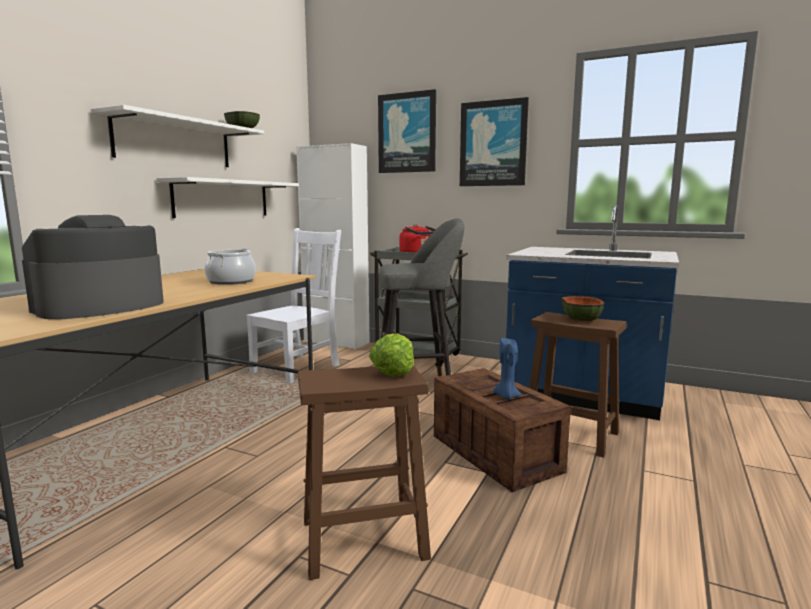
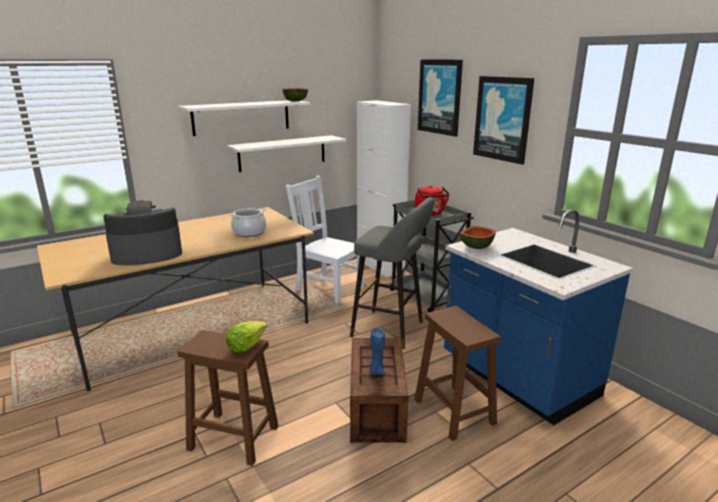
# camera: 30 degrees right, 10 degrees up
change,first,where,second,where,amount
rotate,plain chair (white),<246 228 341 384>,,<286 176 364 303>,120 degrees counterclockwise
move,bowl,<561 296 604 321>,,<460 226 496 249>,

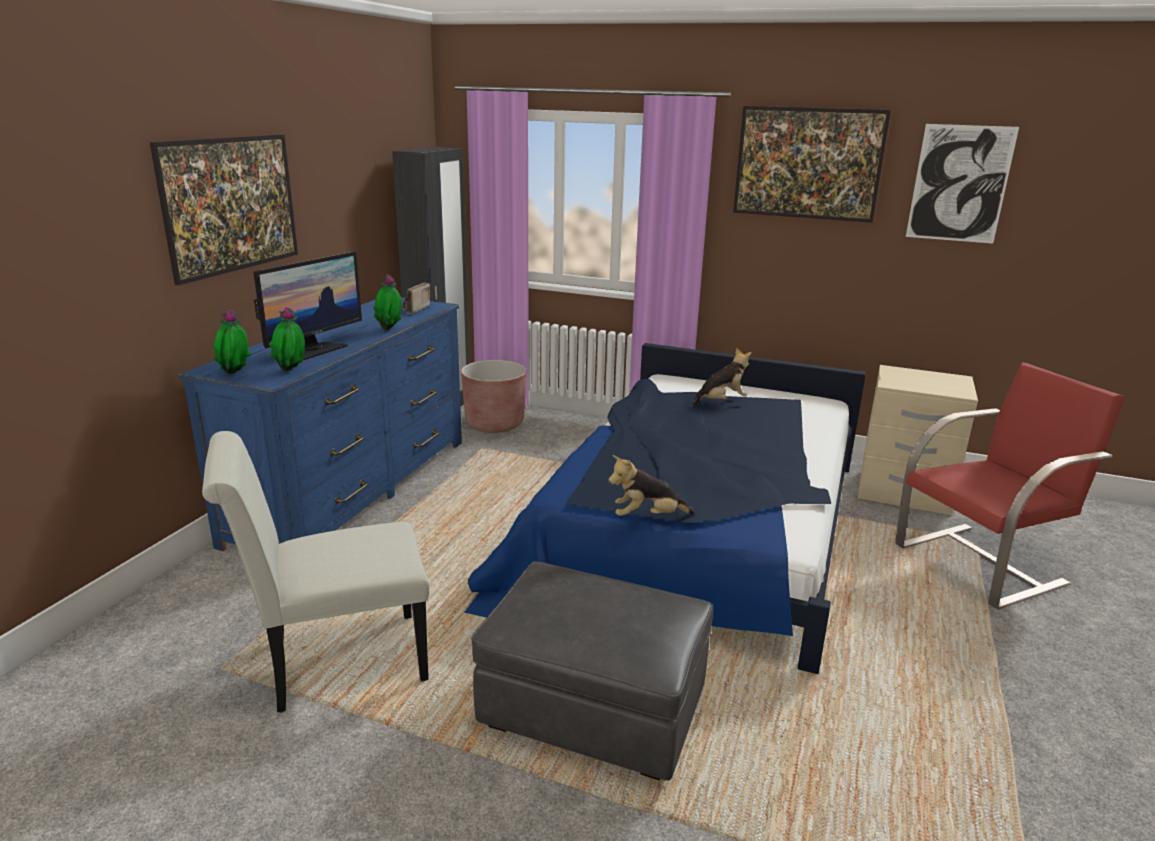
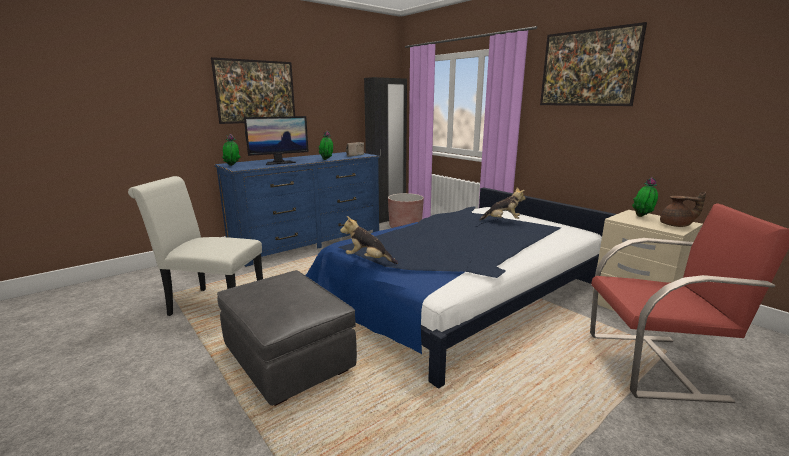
# camera: 30 degrees right, 5 degrees down
change,first,where,second,where,amount
move,potted plant,<269 307 305 372>,,<632 177 658 217>,
insert,,,tea pot (brown),<660 192 706 227>,
delete,wall picture,<906 124 1019 244>,,,

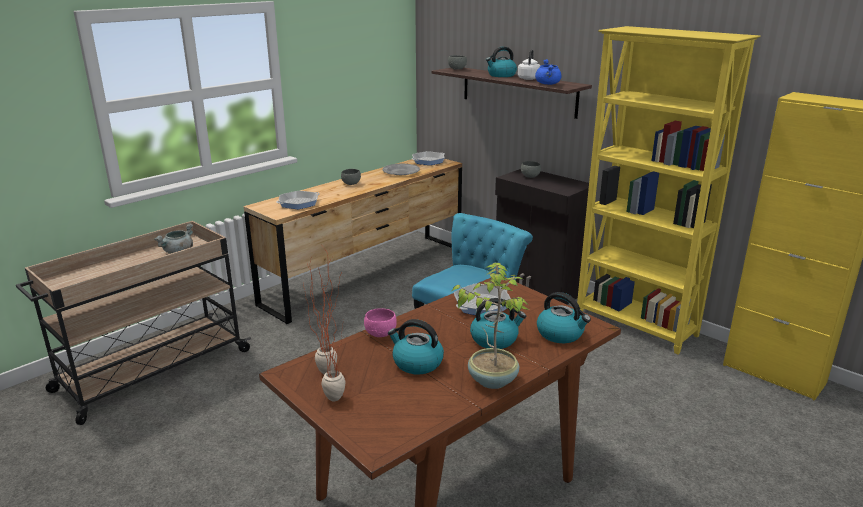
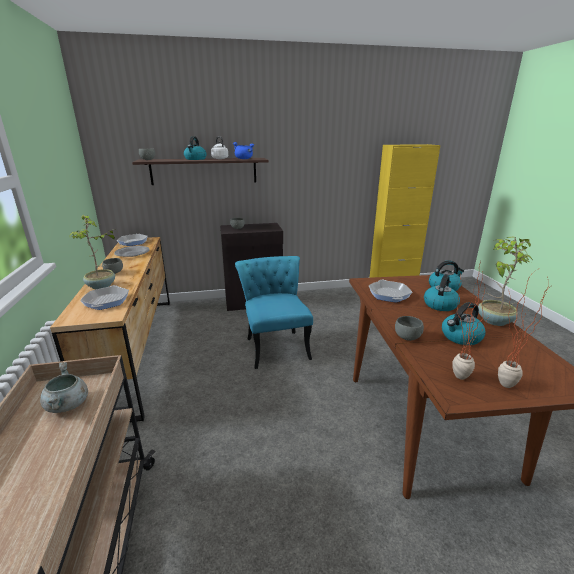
# camera: 55 degrees left, 0 degrees up
change,first,where,second,where,amount
insert,,,potted plant,<69 215 117 289>,
recolor,bowl (pink-coloured),<364 308 397 337>,bowl (grey),<395 316 424 341>,
delete,bookshelf (yellowish),<577 26 761 354>,,,

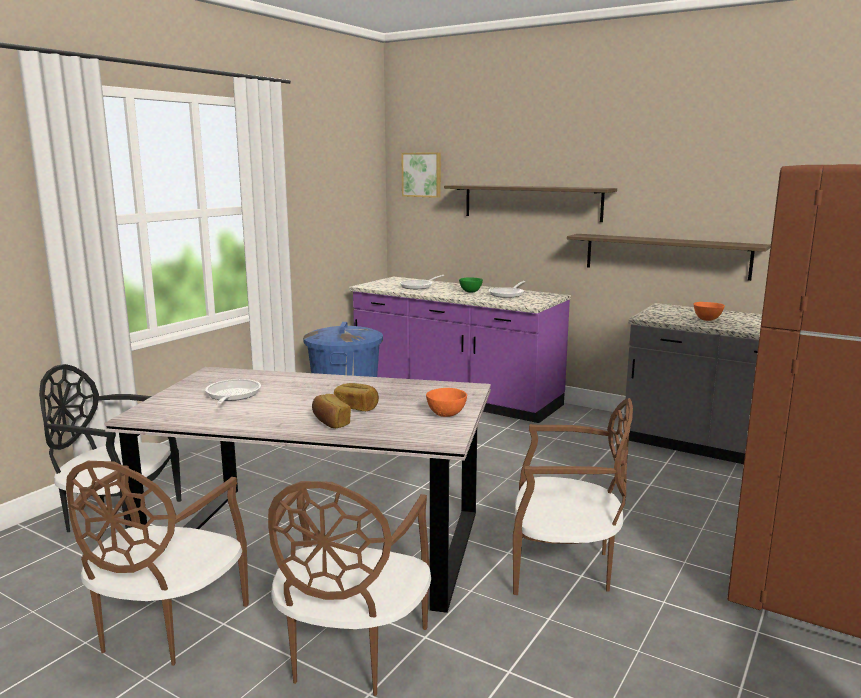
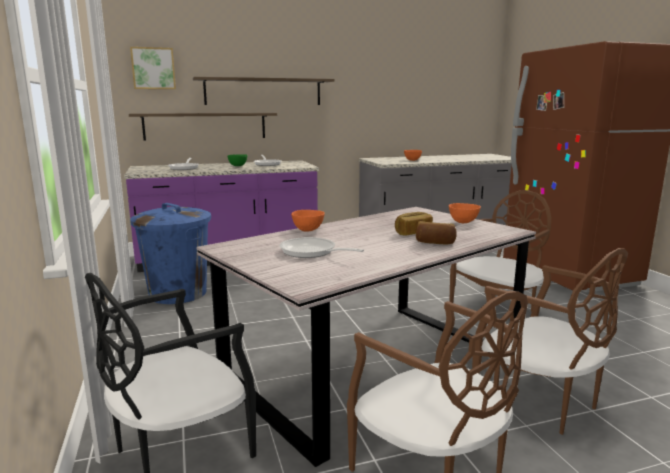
# camera: 50 degrees left, 0 degrees up
change,first,where,second,where,amount
move,wall shelf,<567 234 771 281>,,<129 113 277 140>,
insert,,,bowl (orangey),<291 210 325 232>,

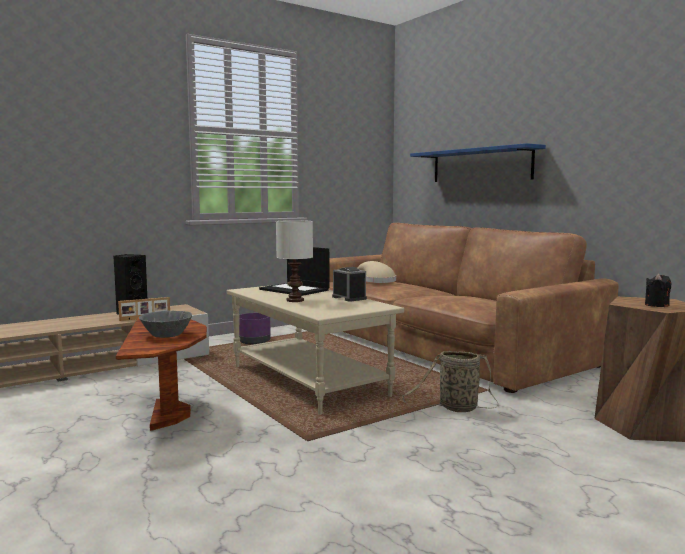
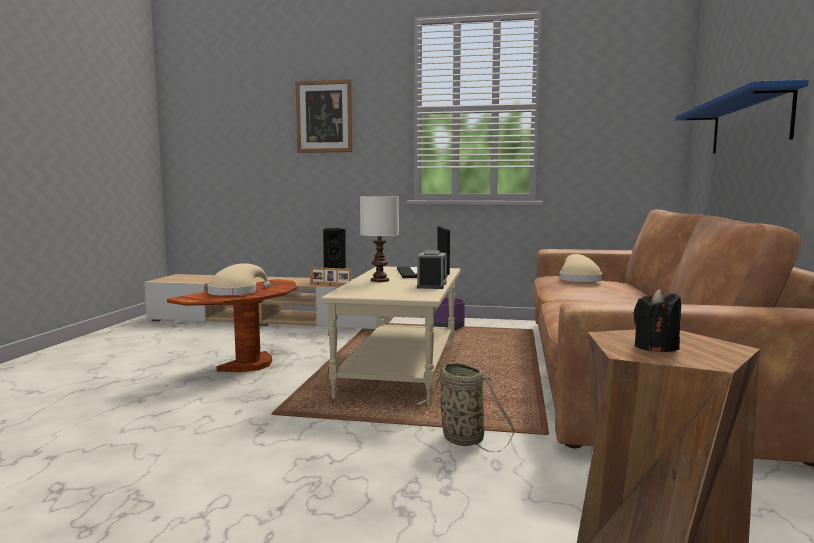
# camera: 45 degrees right, 0 degrees up
change,first,where,second,where,amount
replace,bowl (grey),<139 310 192 338>,clothing hat (beige),<208 263 271 296>,
insert,,,wall picture,<295 79 352 153>,

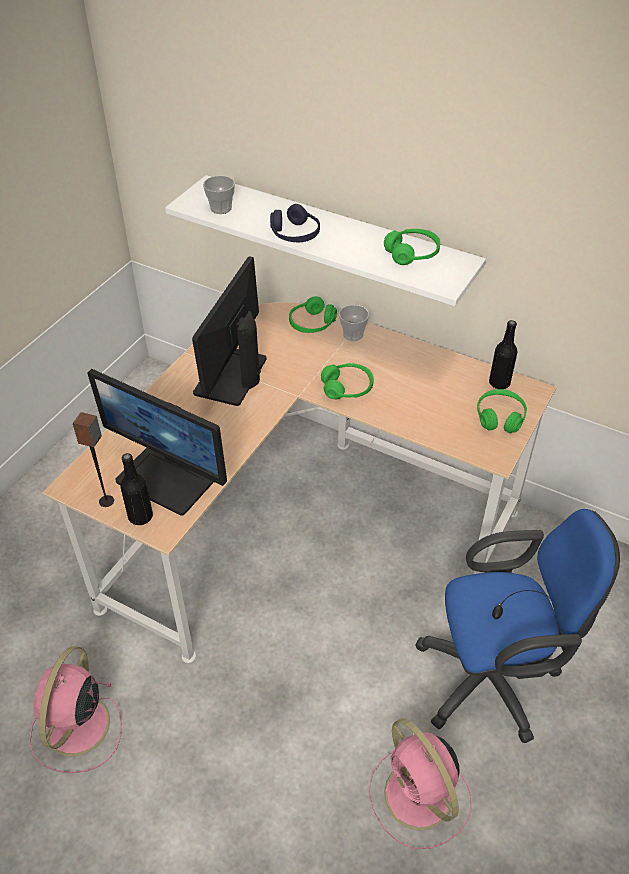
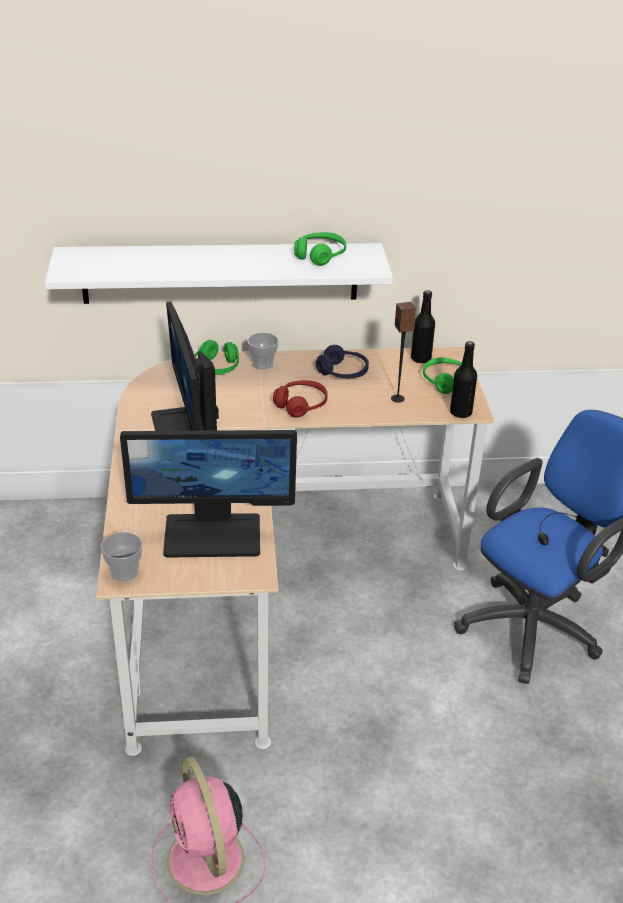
# camera: 35 degrees left, 10 degrees down
change,first,where,second,where,amount
move,drinking cup,<203 176 235 214>,,<101 532 143 582>,
recolor,headset (green),<321 363 373 399>,headset (red),<273 380 328 418>,
move,headset (purple-coloured),<270 204 320 242>,,<316 345 369 378>,
move,speaker,<73 412 114 507>,,<391 302 416 403>,
move,beverage bottle (black-coloured),<120 453 153 525>,,<450 341 477 418>,
delete,fan (pink-coloured),<369 718 472 849>,,,

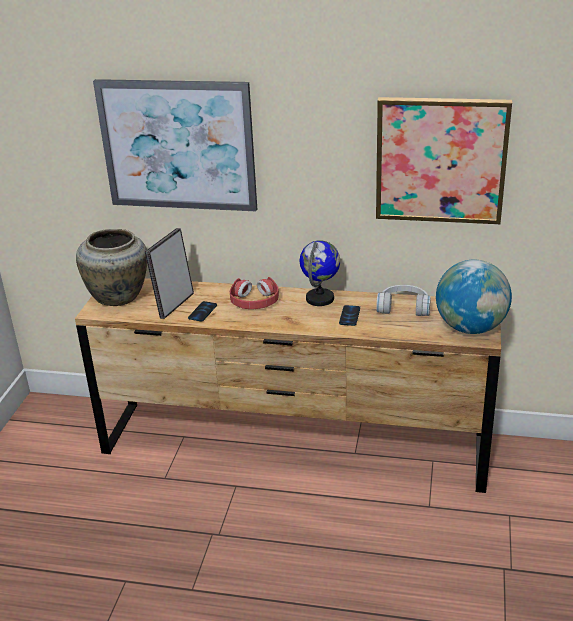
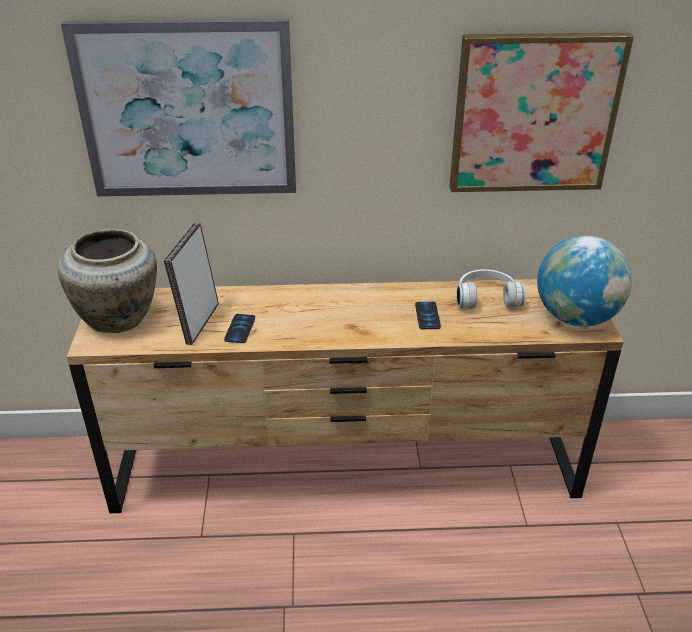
# camera: 15 degrees left, 5 degrees up
change,first,where,second,where,amount
delete,headset (red),<230 277 279 309>,,,
delete,globe,<300 240 340 306>,,,

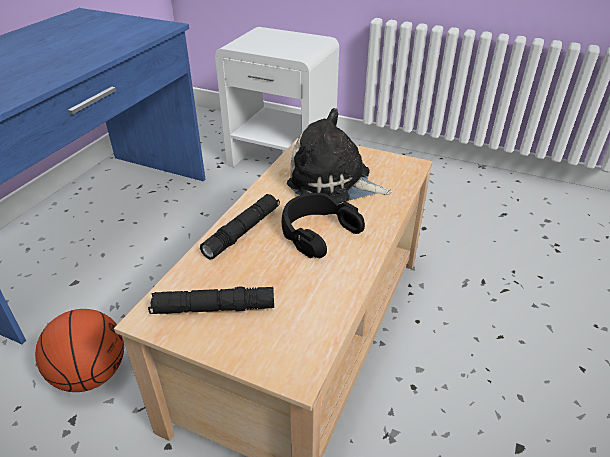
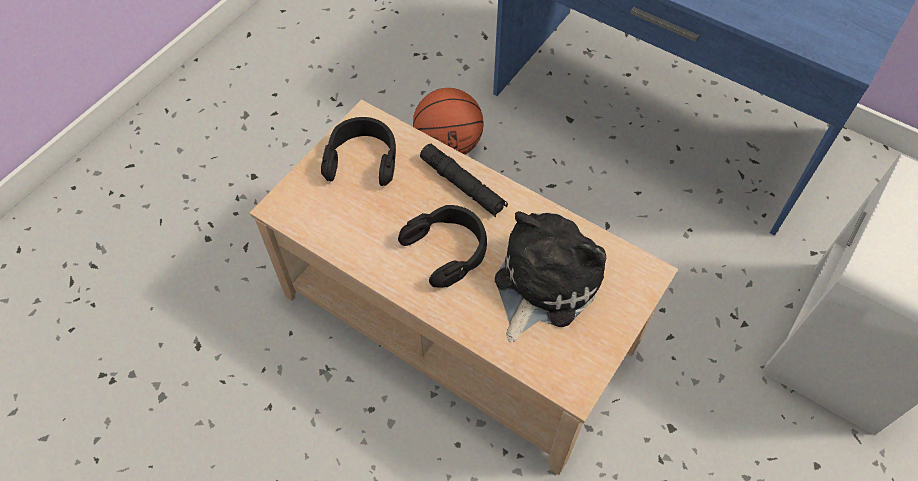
# camera: 100 degrees right, 20 degrees up
change,first,where,second,where,amount
replace,hand torch (black-coloured),<148 286 274 314>,headset (black-coloured),<321 117 396 186>,

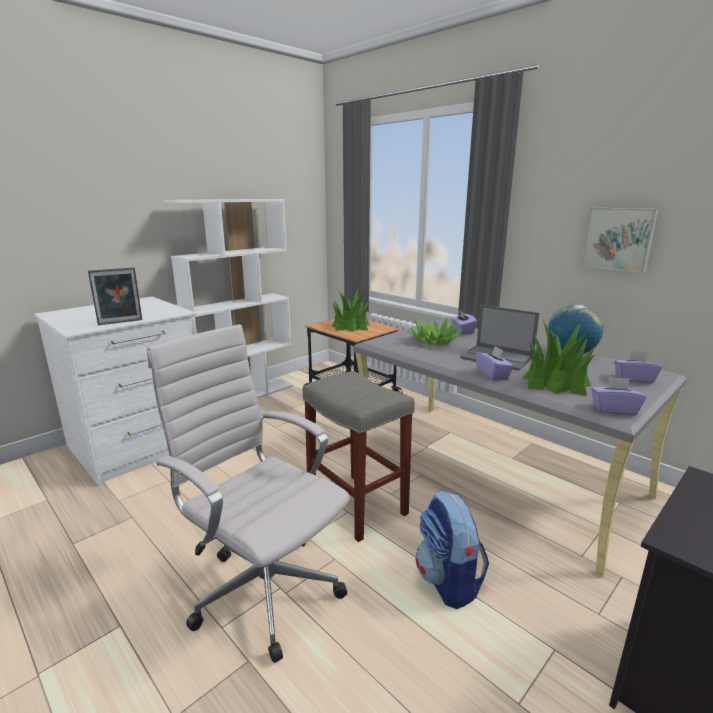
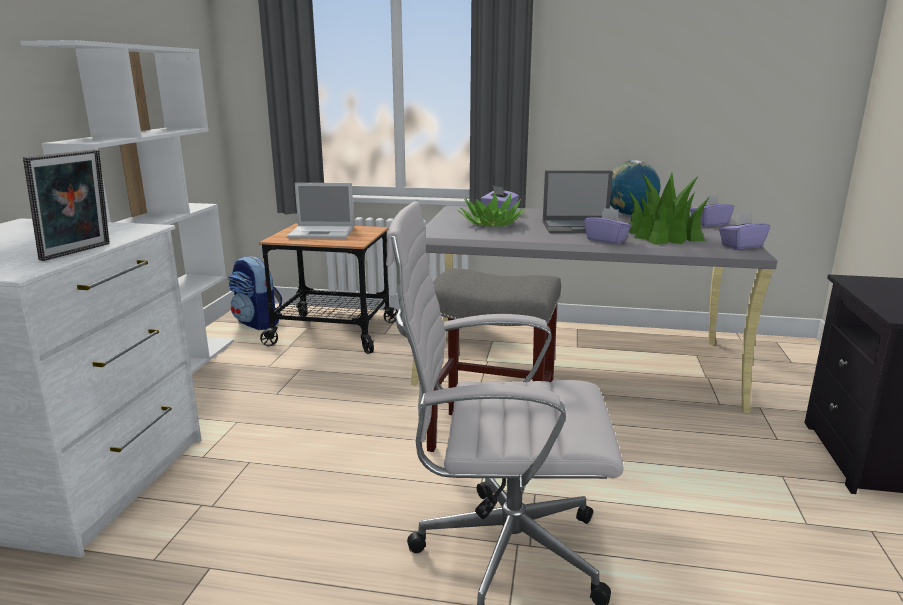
# camera: 35 degrees left, 0 degrees up
change,first,where,second,where,amount
move,knapsack,<416 490 489 609>,,<228 256 282 330>,
replace,potted plant,<332 289 370 332>,notebook computer,<287 183 354 239>,
delete,wall picture,<581 208 659 273>,,,

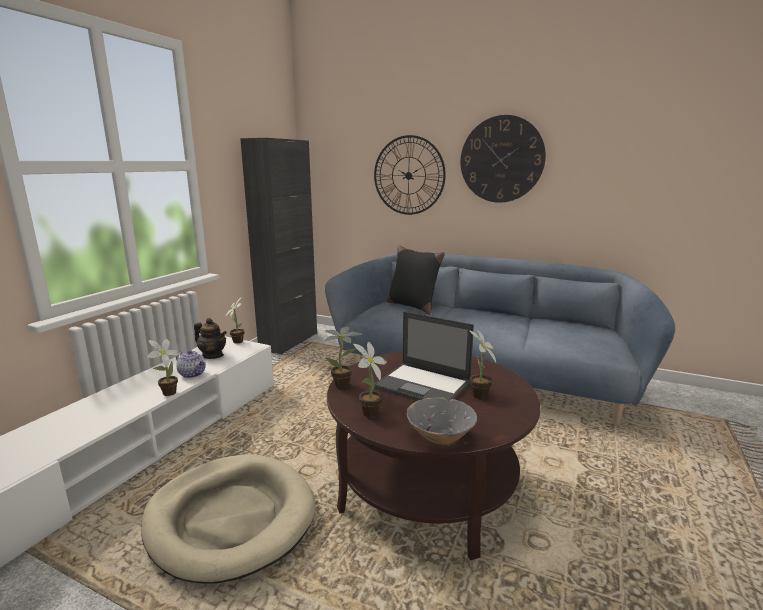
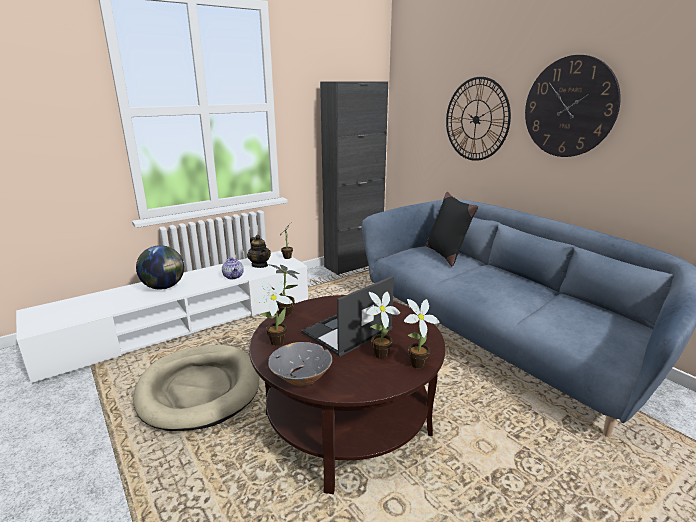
# camera: 30 degrees right, 5 degrees up
change,first,where,second,where,amount
insert,,,globe,<136 245 184 290>,
rotate,notebook computer,<374 311 474 401>,,<301 276 394 357>,75 degrees clockwise
move,potted plant,<147 339 180 396>,,<404 299 439 369>,

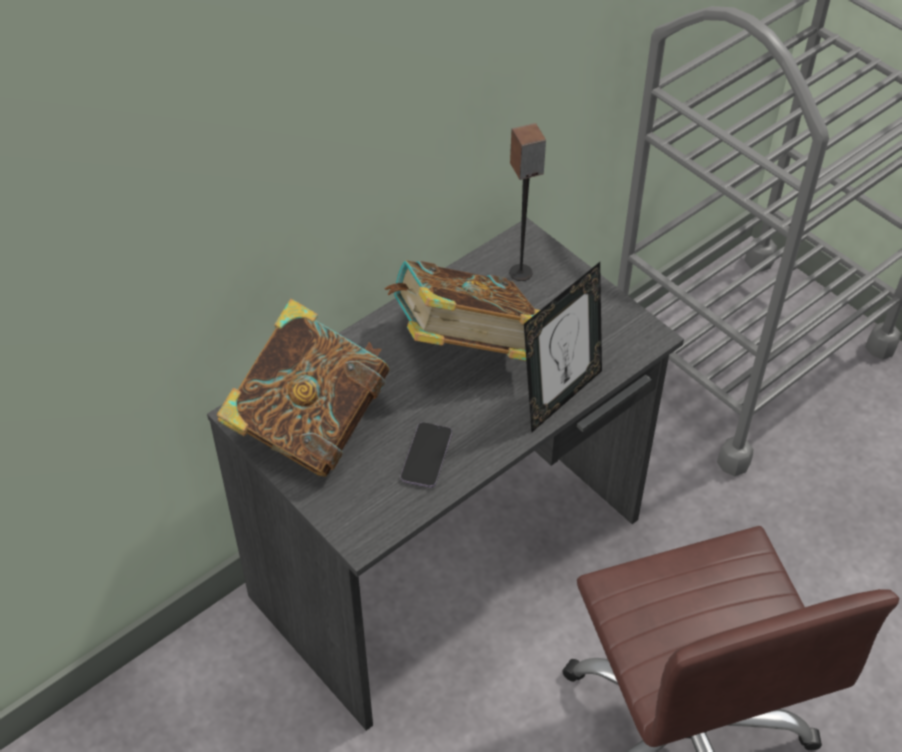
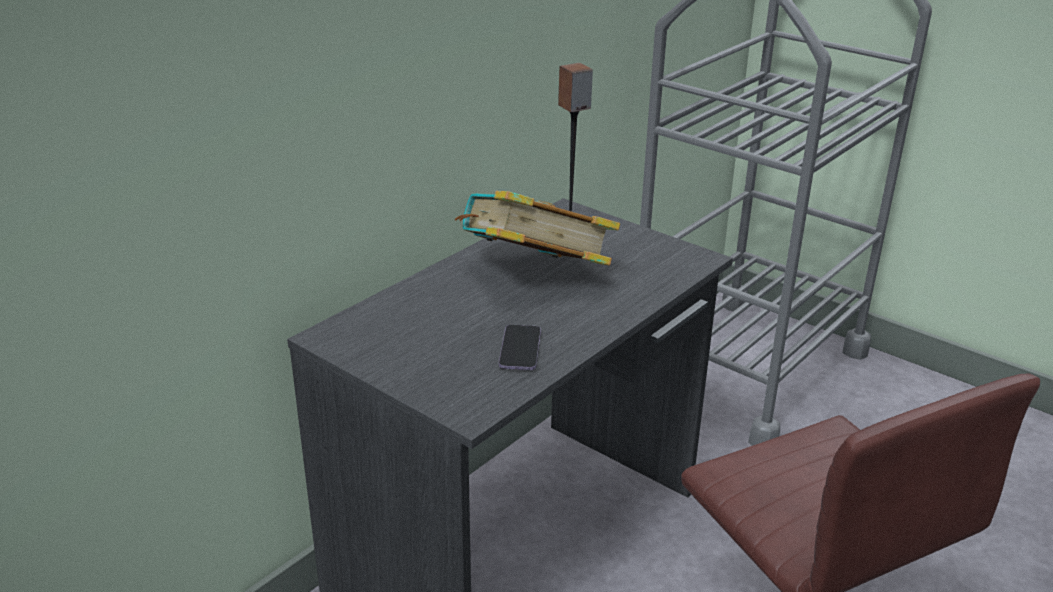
# camera: 10 degrees left, 20 degrees down
change,first,where,second,where,amount
delete,bound book,<217 299 390 477>,,,
delete,standing frame,<524 262 602 432>,,,

